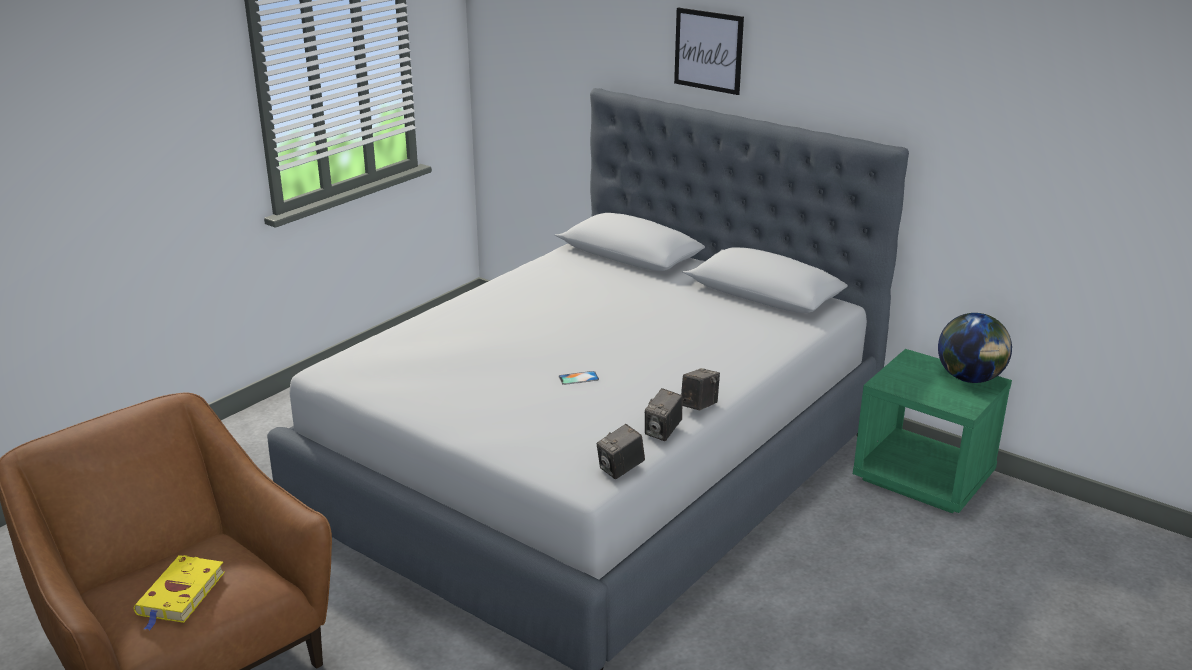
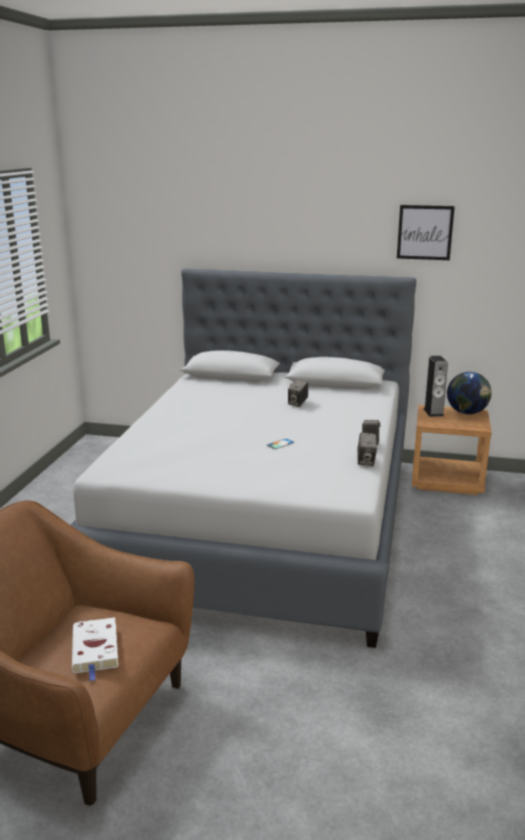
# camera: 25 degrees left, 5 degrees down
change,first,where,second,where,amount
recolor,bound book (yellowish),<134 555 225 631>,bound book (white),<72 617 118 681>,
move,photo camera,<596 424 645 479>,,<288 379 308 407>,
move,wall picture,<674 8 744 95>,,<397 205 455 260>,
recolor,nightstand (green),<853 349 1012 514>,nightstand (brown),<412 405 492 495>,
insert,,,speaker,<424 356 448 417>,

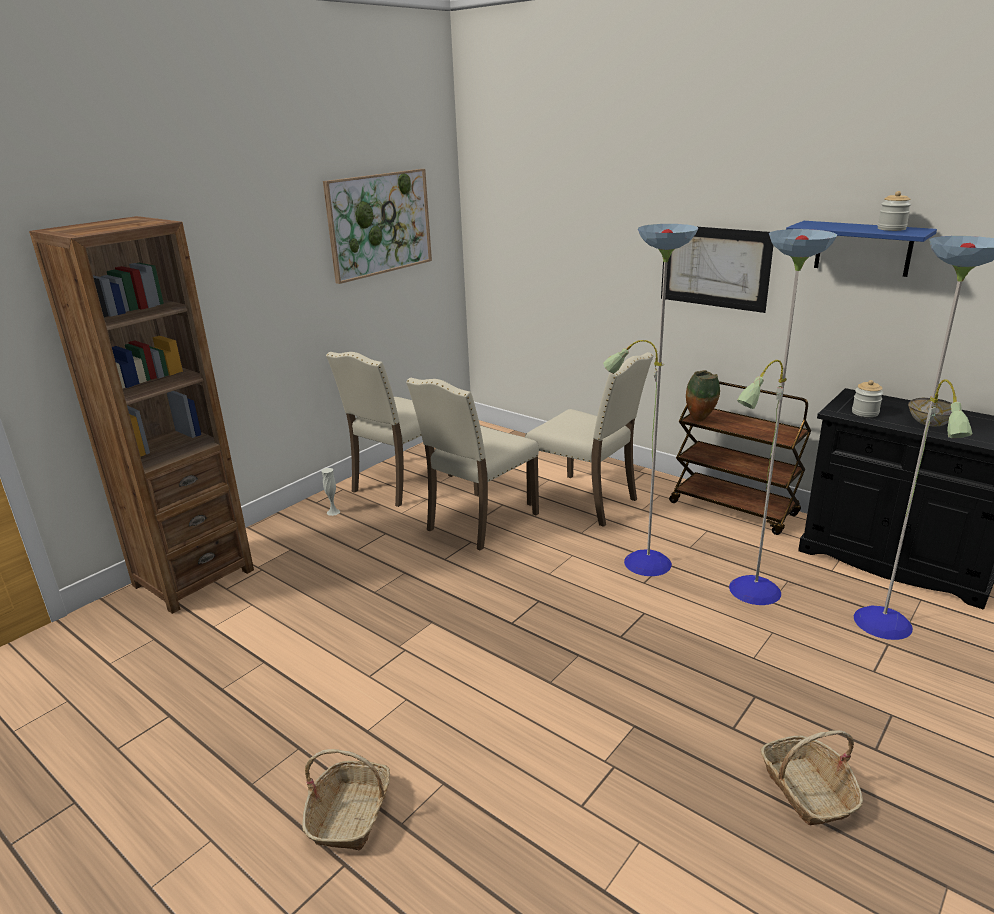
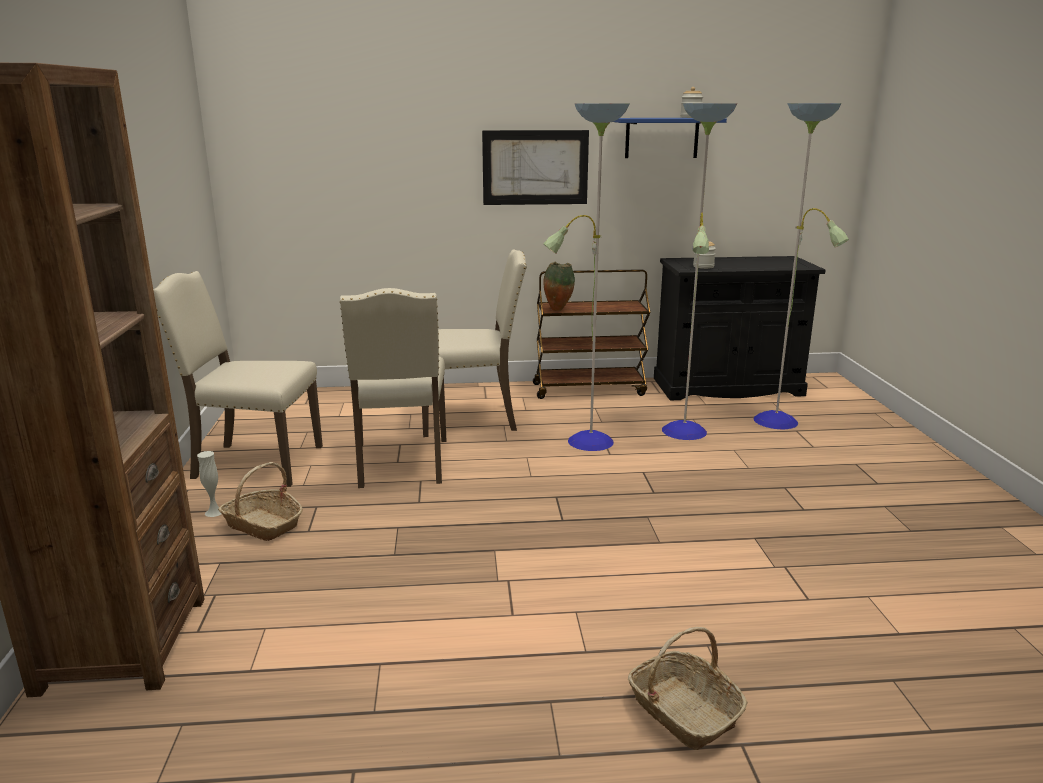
# camera: 45 degrees left, 5 degrees down
change,first,where,second,where,amount
rotate,plain chair (beige),<326 352 453 507>,,<153 271 323 487>,105 degrees clockwise
move,basket,<760 730 863 825>,,<218 462 302 541>,
delete,wall picture,<323 169 432 284>,,,
delete,bowl,<908 398 952 426>,,,

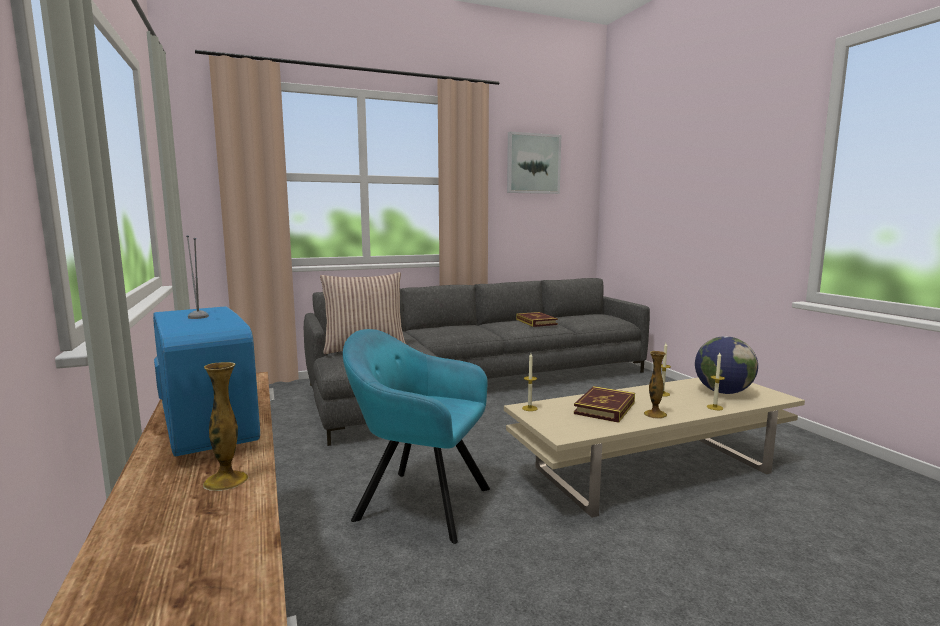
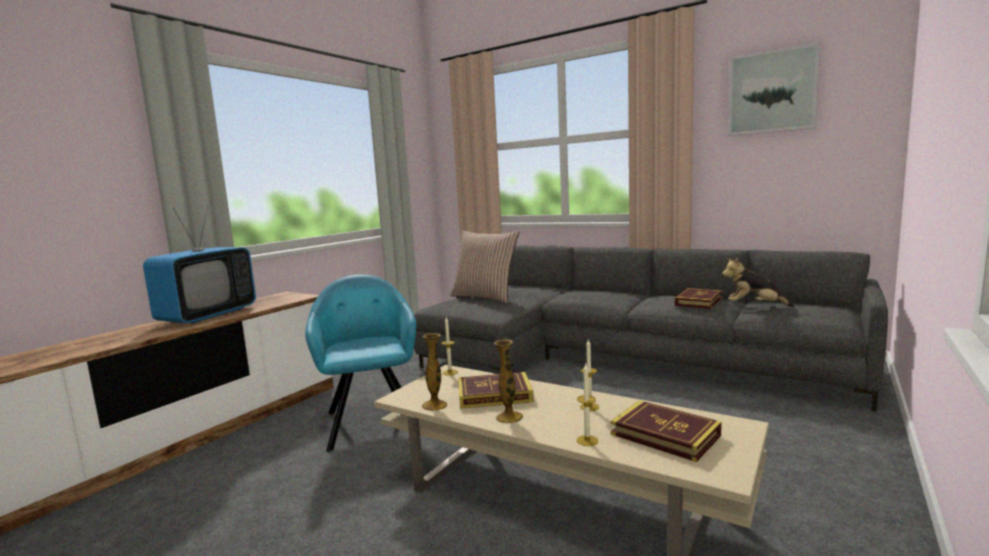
# camera: 55 degrees right, 0 degrees up
change,first,where,second,where,amount
move,vase,<203 362 249 491>,,<422 333 447 411>,
replace,globe,<695 336 758 394>,bound book,<611 400 722 462>,
insert,,,plush toy,<722 258 794 307>,

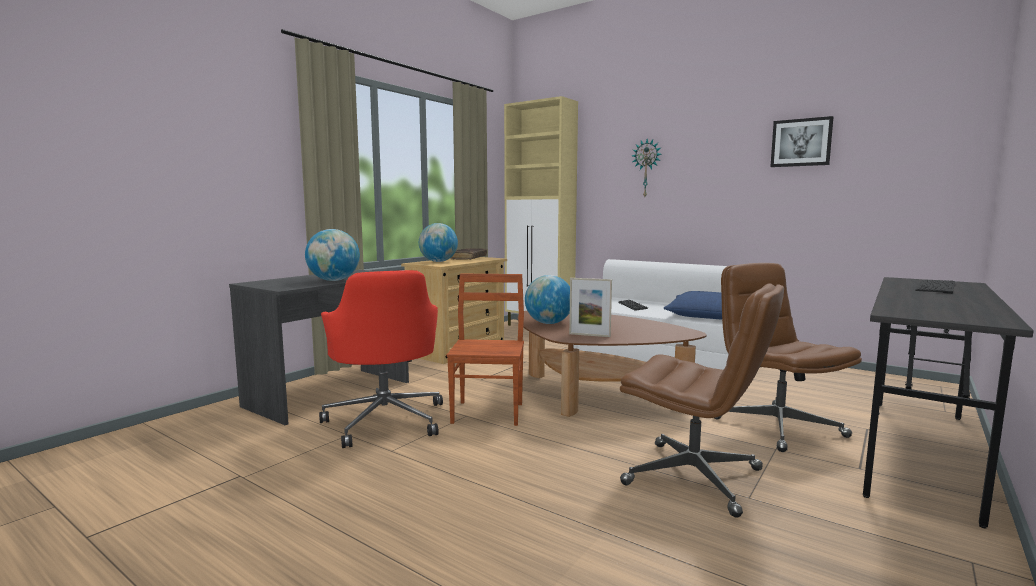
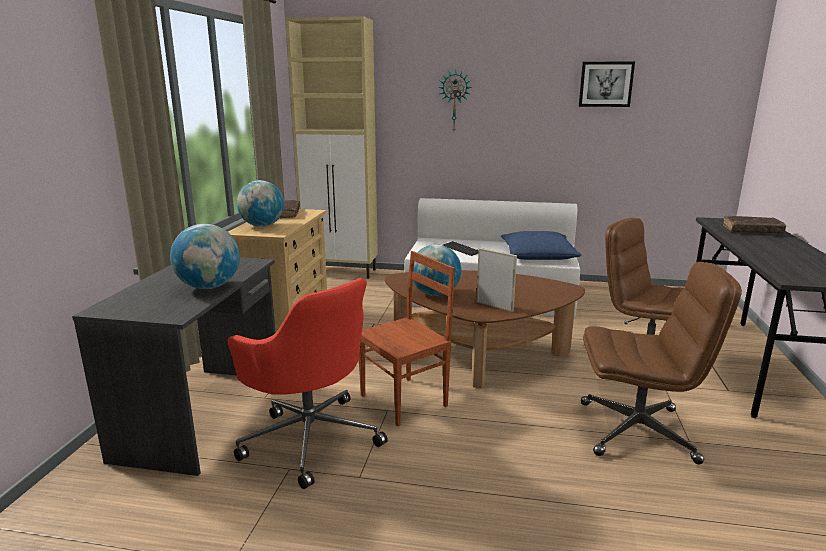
# camera: 25 degrees left, 10 degrees up
change,first,where,second,where,amount
rotate,plain chair (brown),<447 274 524 426>,,<359 251 455 426>,75 degrees clockwise
rotate,standing frame,<569 278 612 337>,,<476 248 517 312>,135 degrees counterclockwise
replace,keyboard,<915 279 955 294>,bound book (brown),<723 216 786 234>,

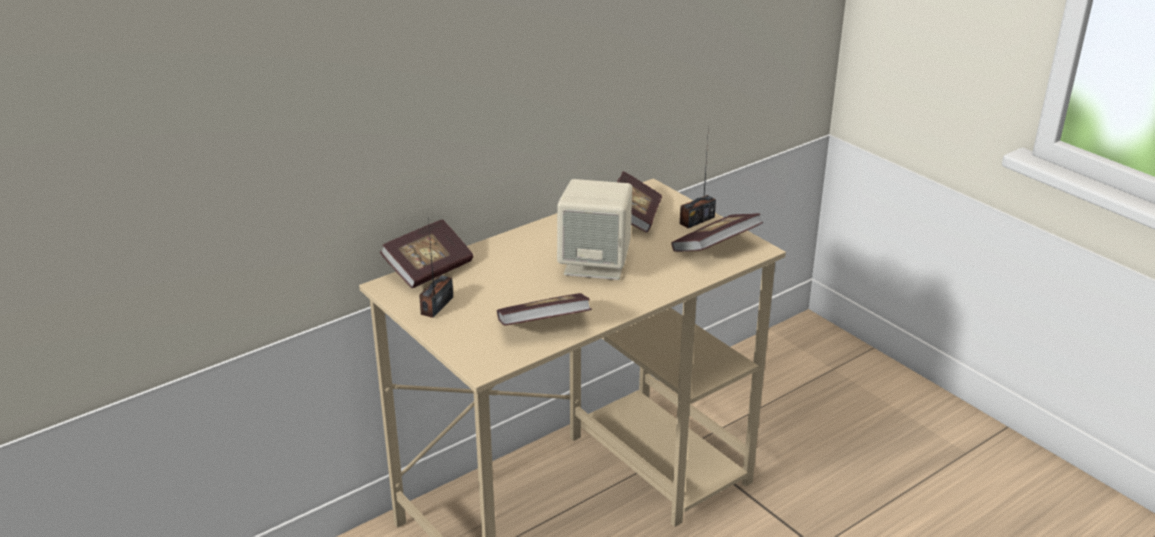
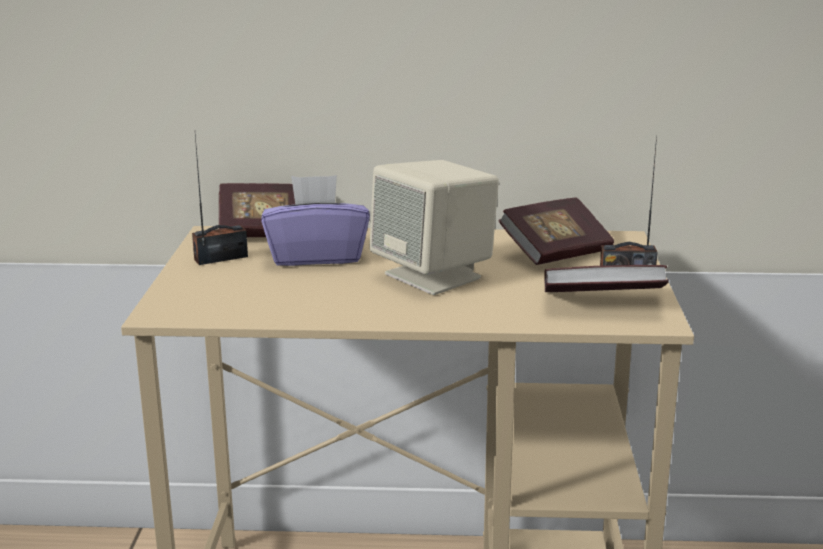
# camera: 40 degrees right, 10 degrees down
change,first,where,second,where,amount
insert,,,tissue box (purple-coloured),<261 175 370 266>,
delete,bound book,<497 293 592 326>,,,

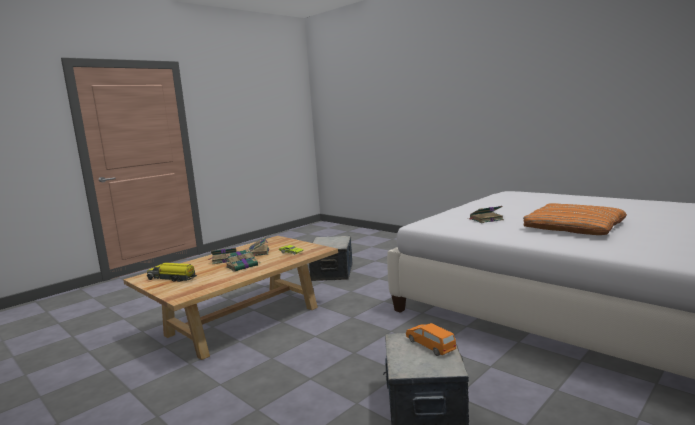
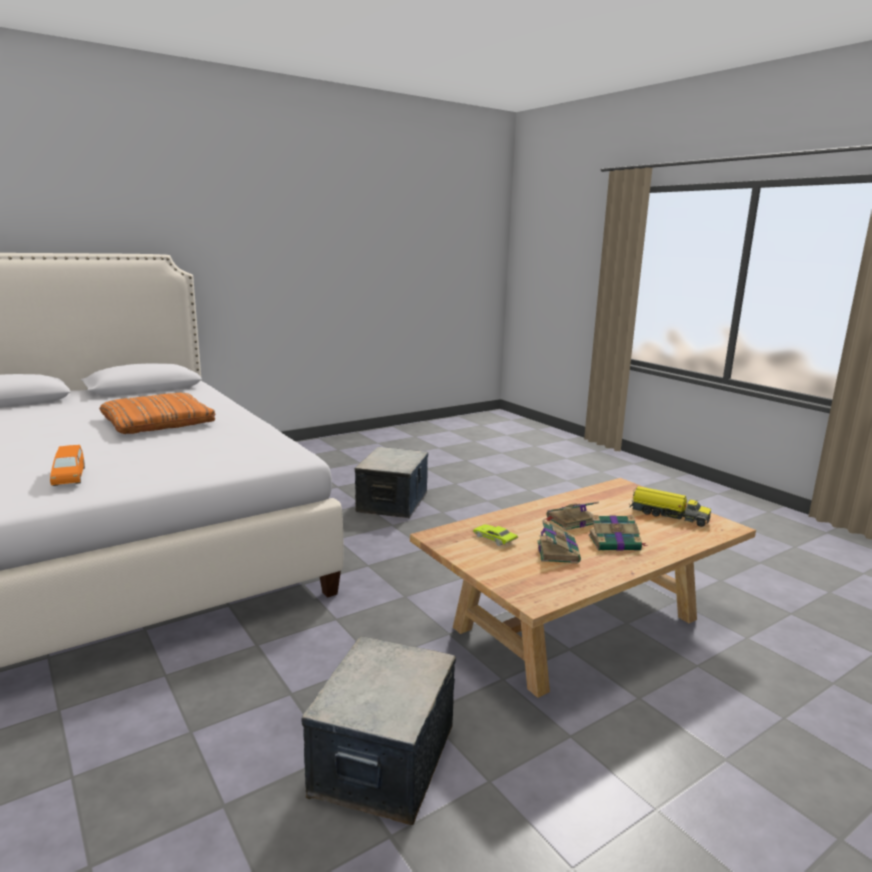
# camera: 170 degrees left, 5 degrees up
change,first,where,second,where,amount
move,miniature car (orangey),<406 323 456 356>,,<50 445 85 486>,
delete,bound book,<469 206 504 223>,,,

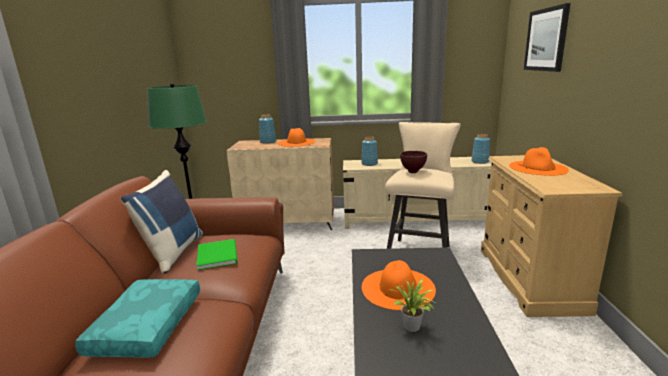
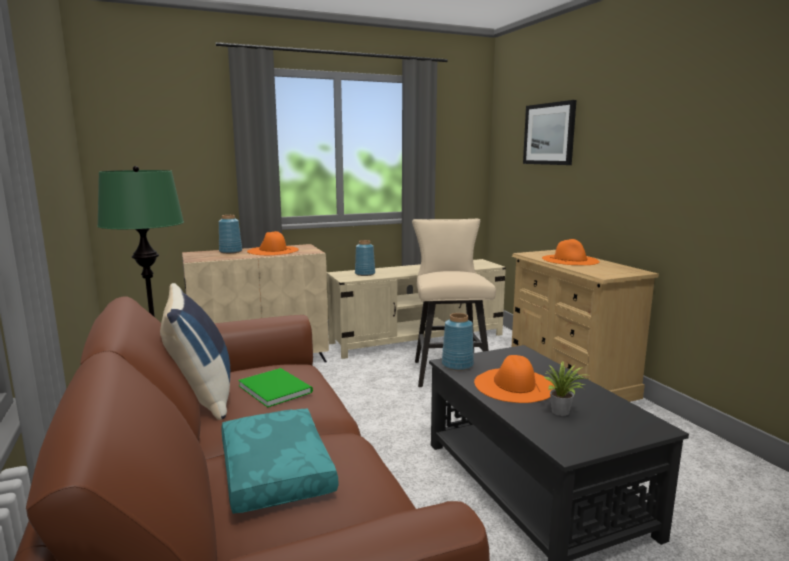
# camera: 25 degrees left, 5 degrees down
change,first,where,second,where,amount
move,vase (bluish),<471 134 490 164>,,<442 313 474 371>,
delete,bowl (brown),<400 151 427 173>,,,

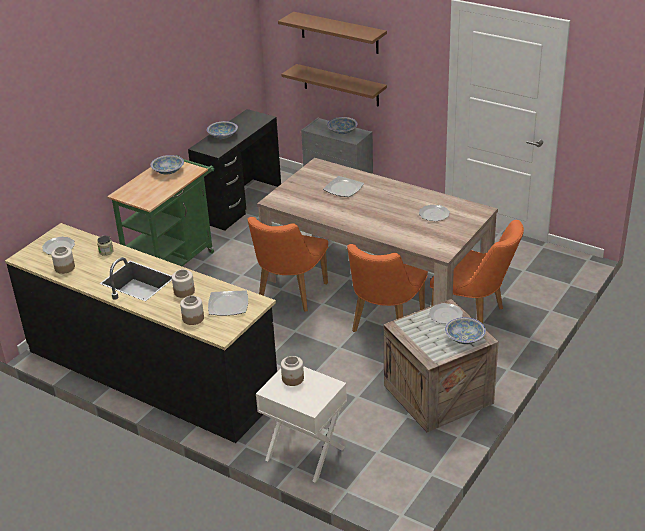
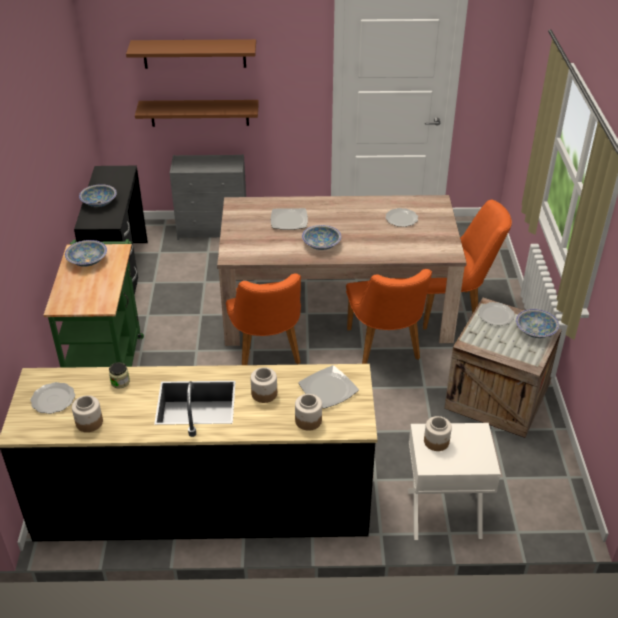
# camera: 35 degrees left, 5 degrees up
change,first,where,second,where,amount
move,bowl,<327 117 358 134>,,<302 225 341 250>,

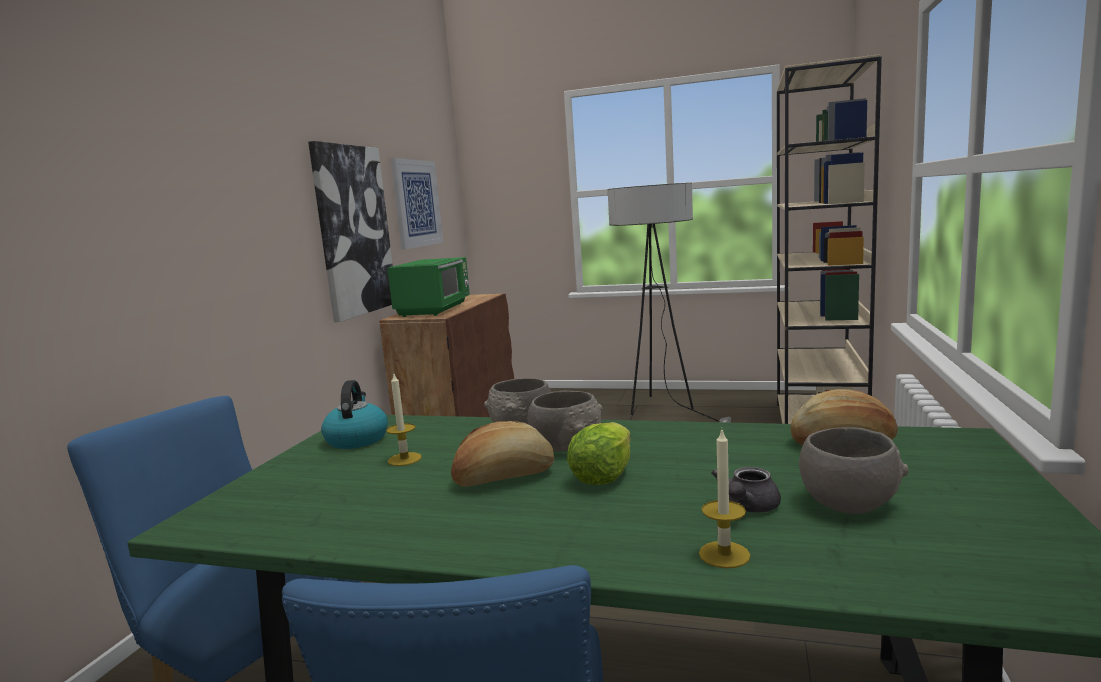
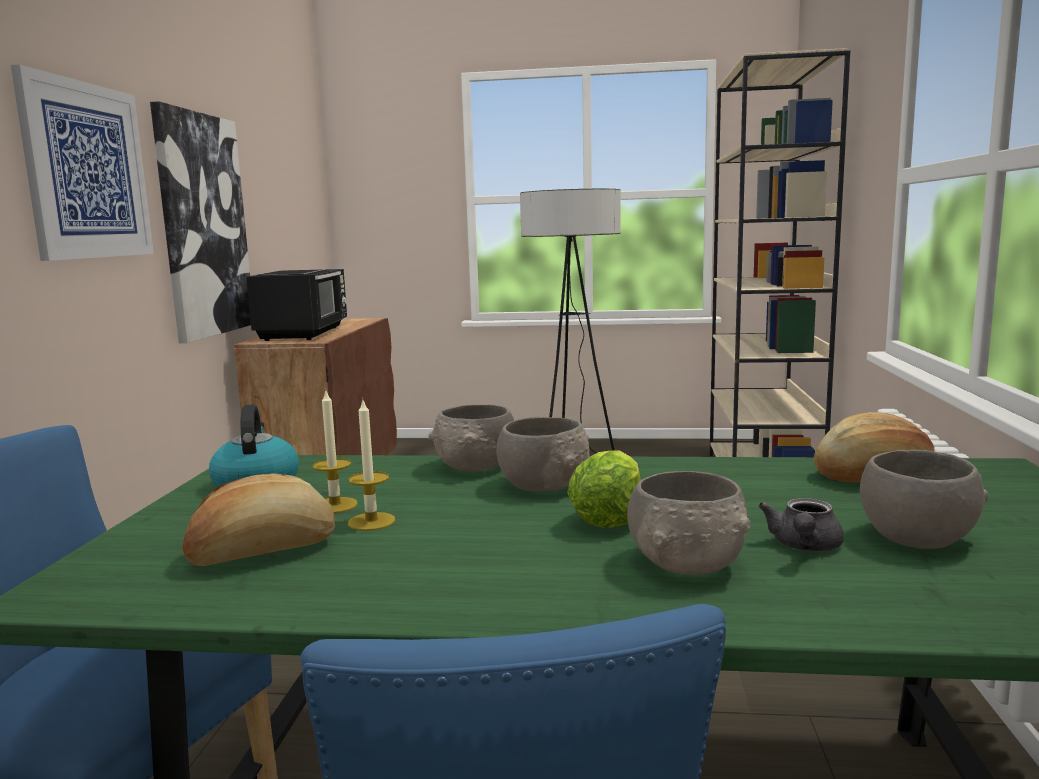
# camera: 10 degrees left, 0 degrees up
change,first,where,second,where,amount
move,wall picture,<391 158 443 250>,,<11 64 154 261>,
move,baked bread,<451 421 554 487>,,<182 473 335 566>,
recolor,kitchen microwave (green),<387 257 470 317>,kitchen microwave (black-coloured),<246 269 347 341>,
move,wax light,<699 427 750 568>,,<348 398 395 531>,
insert,,,bowl (grey),<627 471 751 575>,

